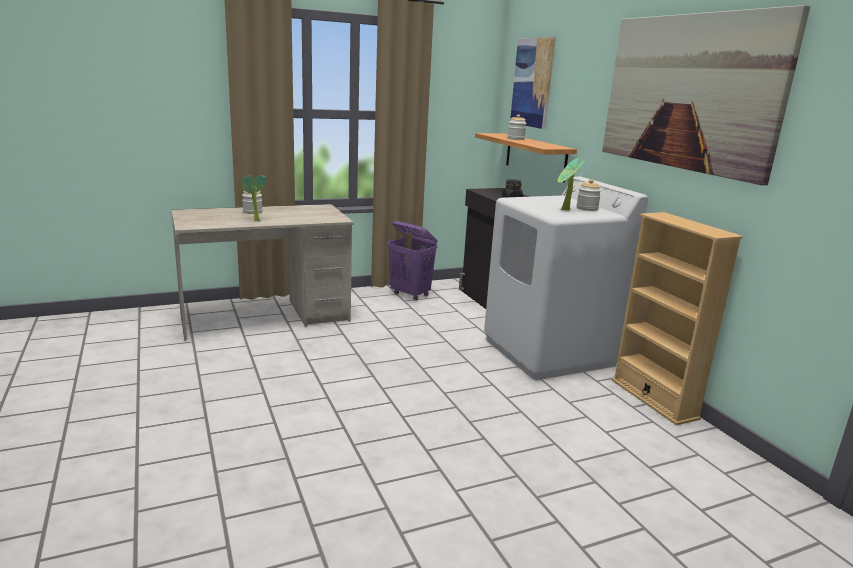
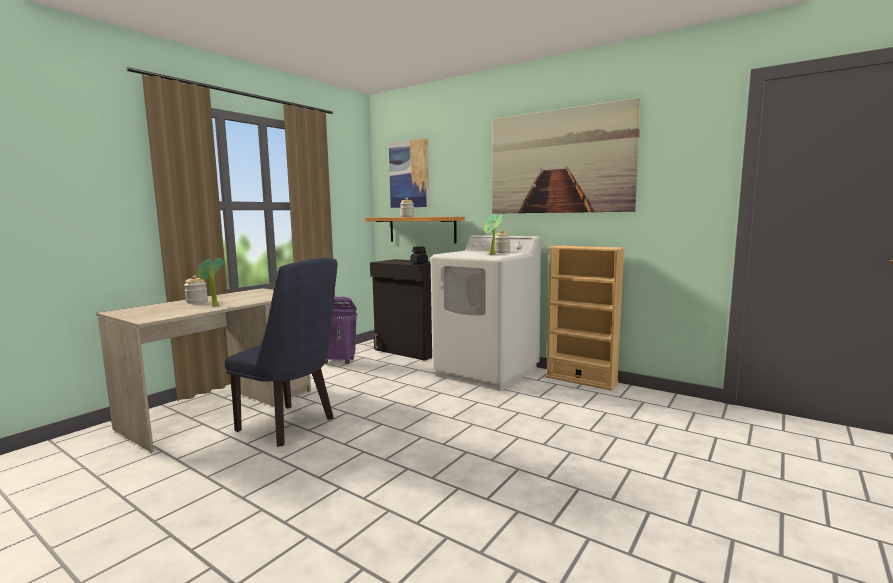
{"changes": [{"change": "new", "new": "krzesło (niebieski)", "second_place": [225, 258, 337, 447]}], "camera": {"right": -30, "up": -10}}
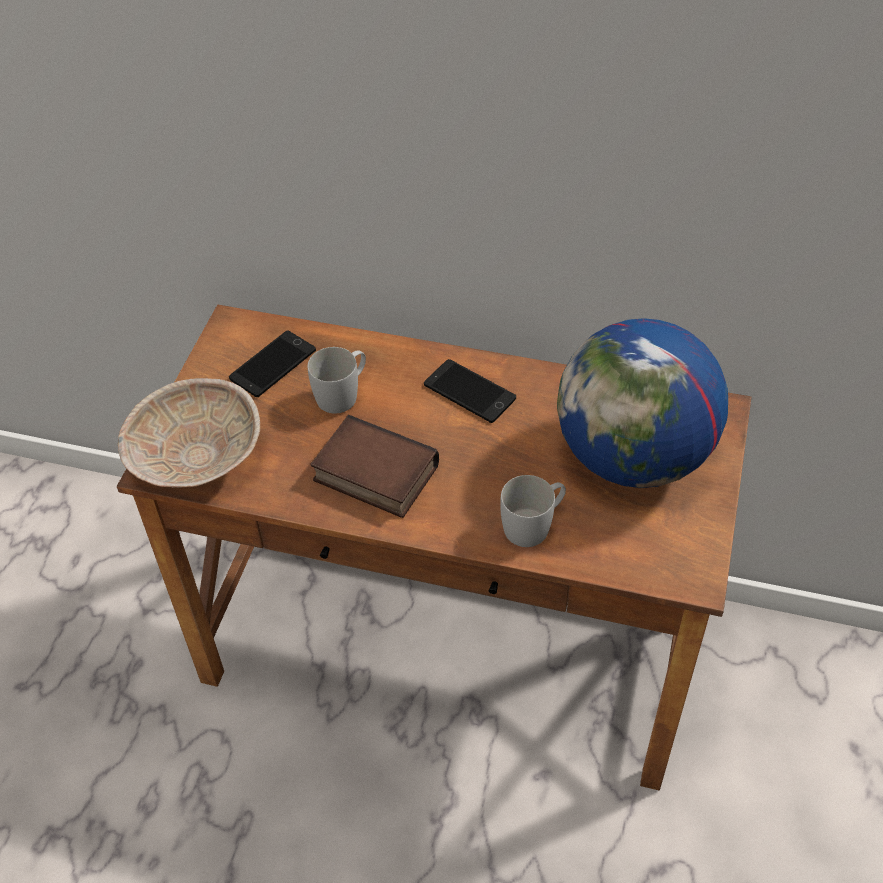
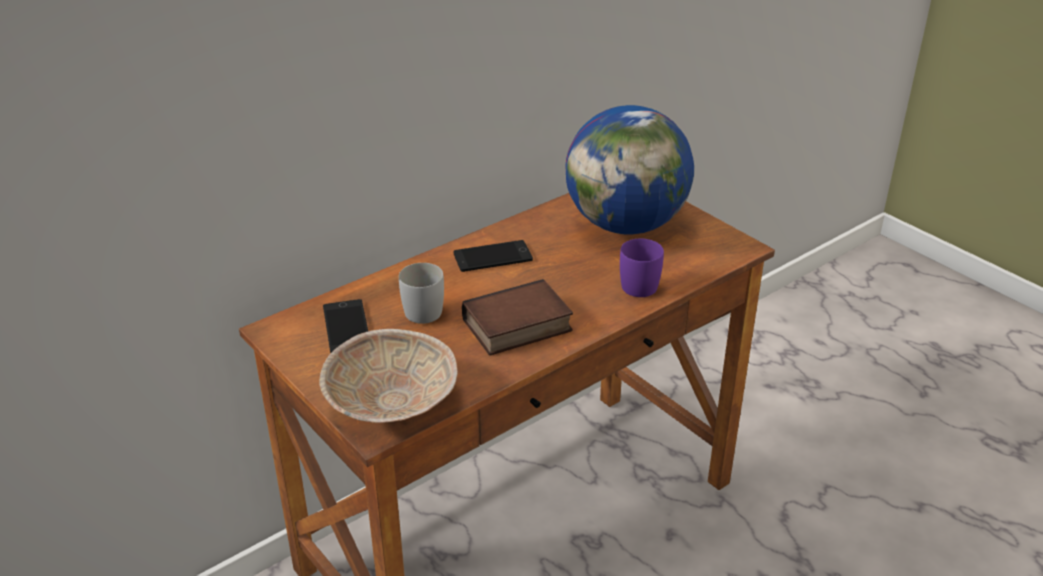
{"changes": [{"change": "repainted", "old": "kubek (biały)", "new": "kubek (fioletowy)", "first_place": [500, 475, 566, 547], "second_place": [620, 238, 664, 297]}], "camera": {"right": -55, "up": -15}}
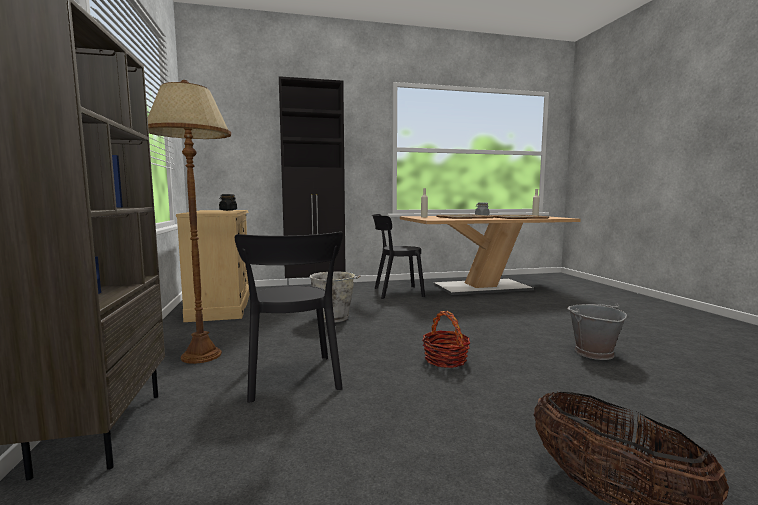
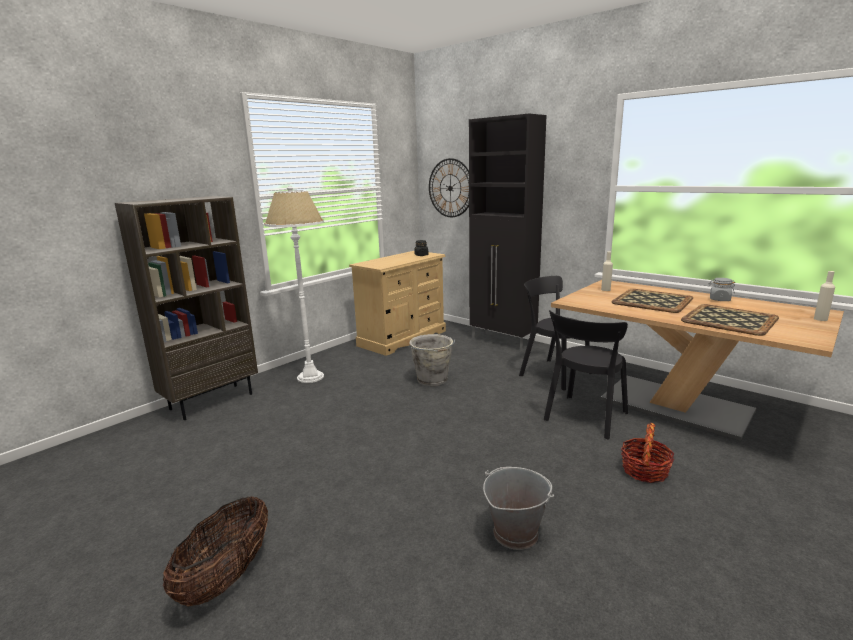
{"changes": [{"change": "repainted", "old": "lampa stojąca (brązowy)", "new": "lampa stojąca (biały)", "first_place": [148, 80, 231, 364], "second_place": [264, 186, 324, 383]}, {"change": "shifted", "old": "krzesło (czarny)", "first_place": [235, 232, 343, 403], "second_place": [544, 310, 628, 439]}, {"change": "shifted", "old": "koszyk", "first_place": [422, 311, 470, 368], "second_place": [621, 423, 674, 483]}, {"change": "new", "new": "zegar ścienny", "second_place": [429, 158, 469, 217]}], "camera": {"right": 55, "up": 10}}
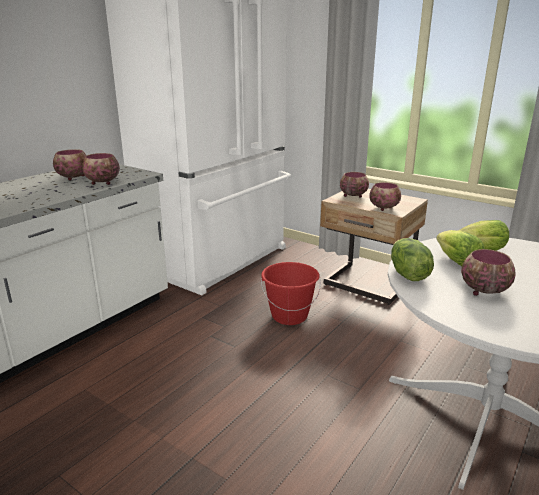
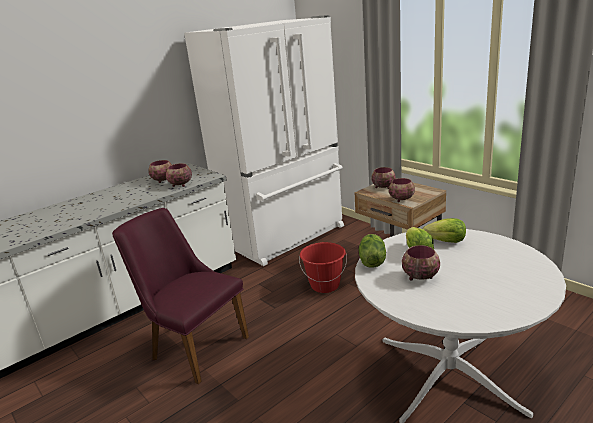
{"changes": [{"change": "new", "new": "krzesło (fioletowy)", "second_place": [112, 208, 249, 385]}], "camera": {"right": 15, "up": 0}}
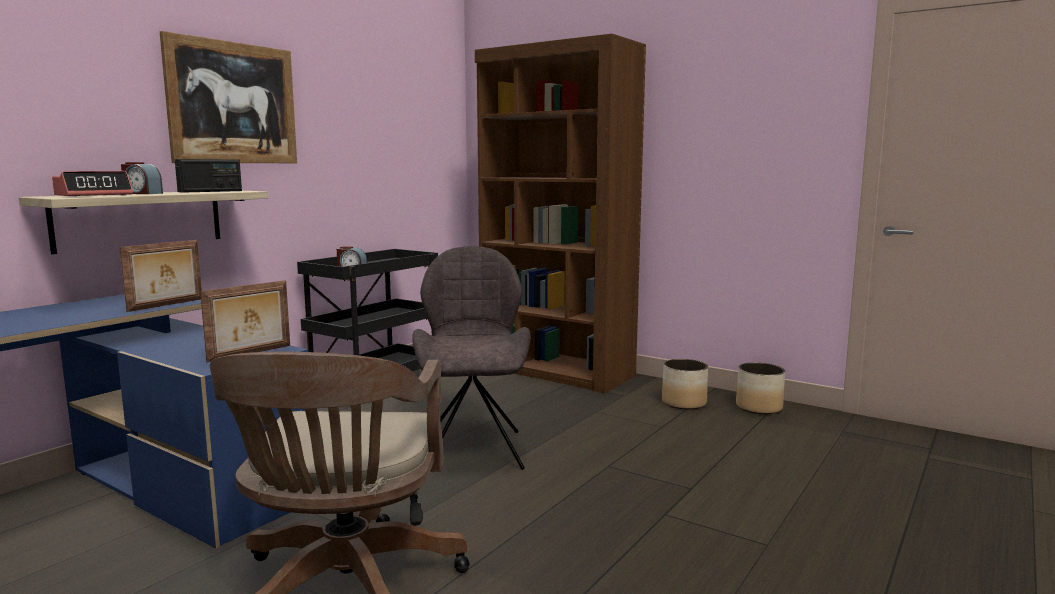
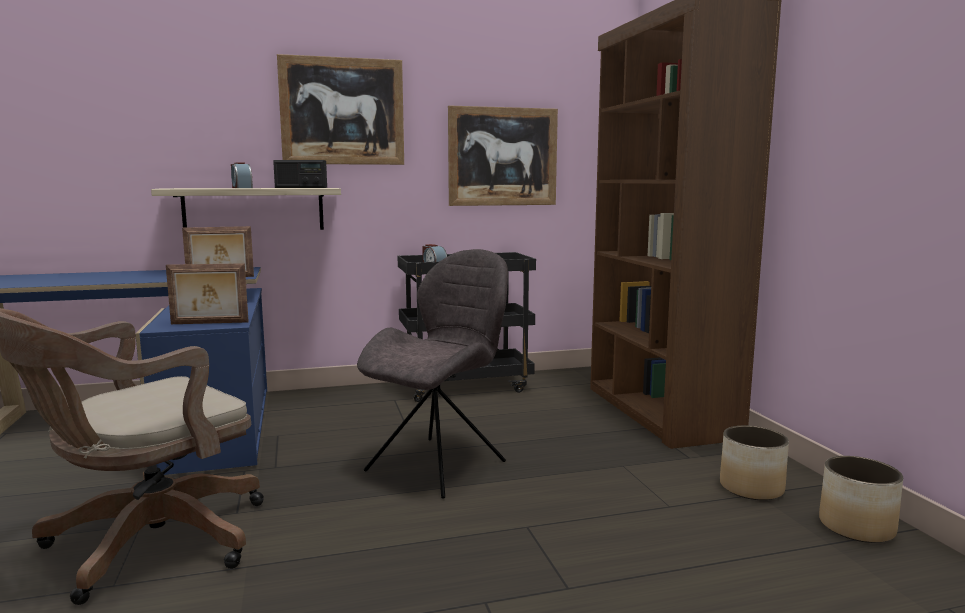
{"changes": [{"change": "gone", "old": "budzik", "first_place": [52, 171, 133, 197]}, {"change": "new", "new": "obraz", "second_place": [448, 106, 558, 206]}], "camera": {"right": 40, "up": 0}}
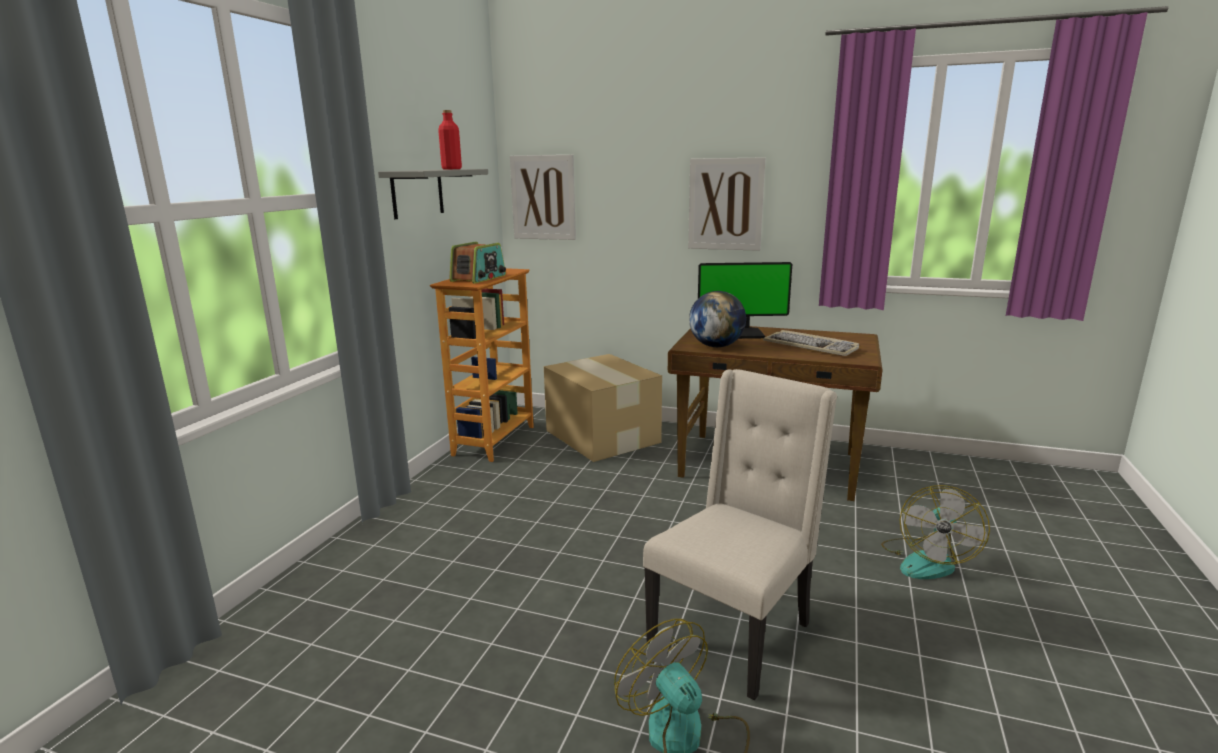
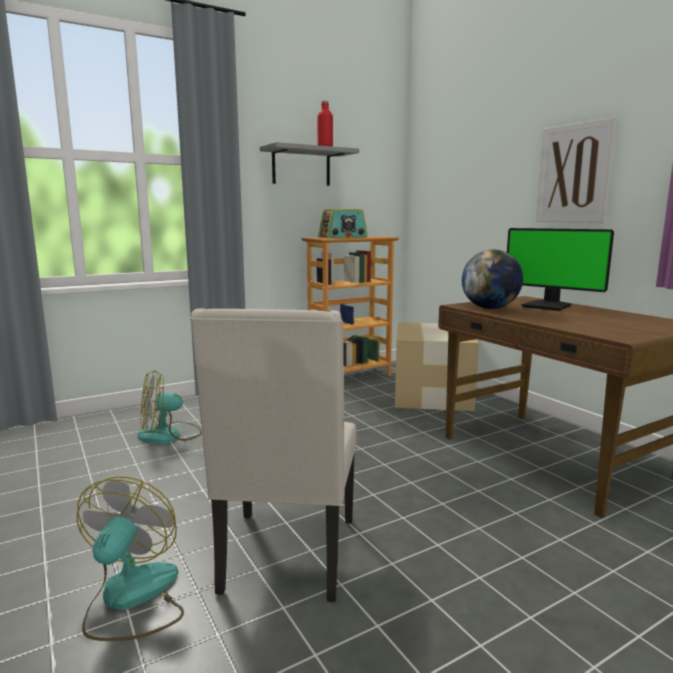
{"changes": [{"change": "gone", "old": "obraz", "first_place": [510, 155, 576, 240]}, {"change": "rotated", "old": "krzesło (beżowy)", "first_place": [643, 369, 837, 701], "second_place": [190, 308, 356, 602], "degrees": 105}, {"change": "gone", "old": "klawiatura", "first_place": [763, 330, 859, 356]}, {"change": "shifted", "old": "wentylator", "first_place": [881, 485, 990, 579], "second_place": [137, 370, 202, 444]}], "camera": {"right": 40, "up": -5}}
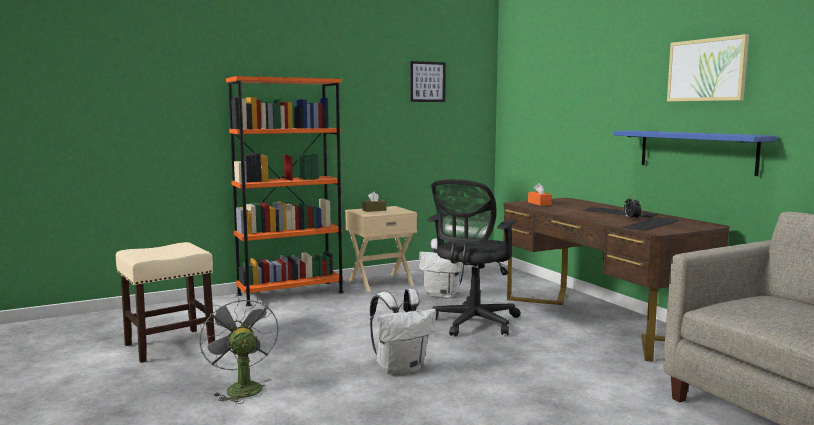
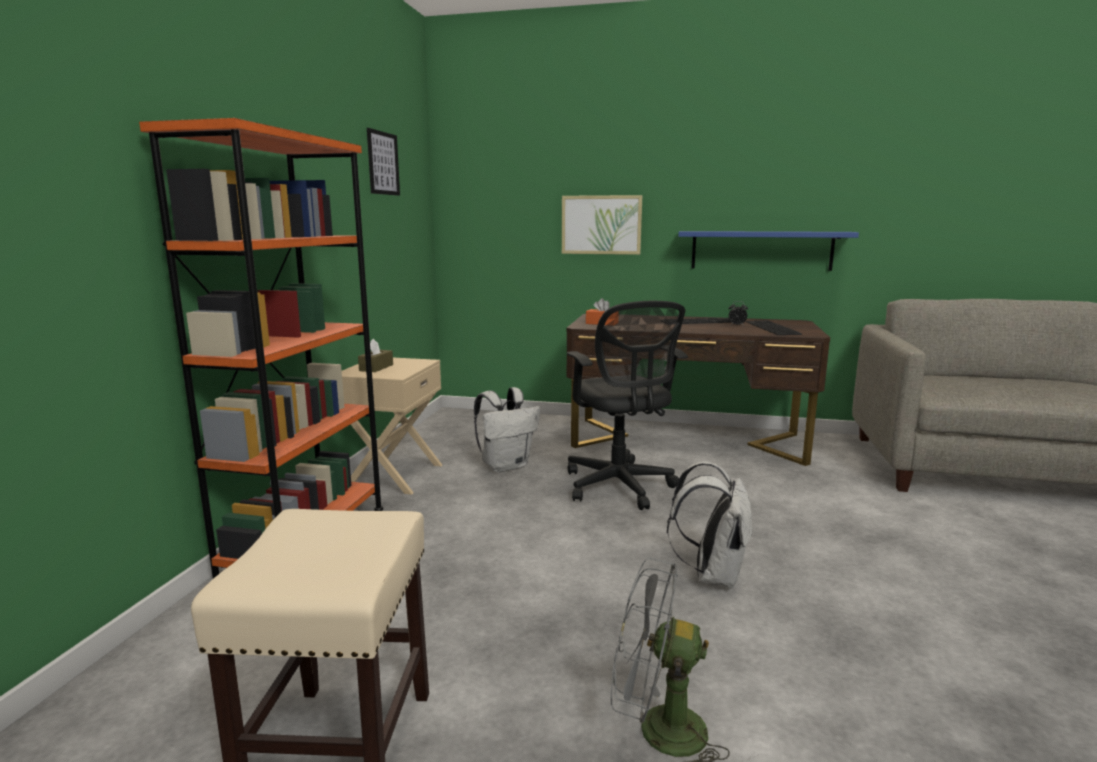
{"changes": [{"change": "shifted", "old": "obraz", "first_place": [667, 34, 749, 102], "second_place": [562, 195, 642, 255]}], "camera": {"right": -50, "up": 5}}
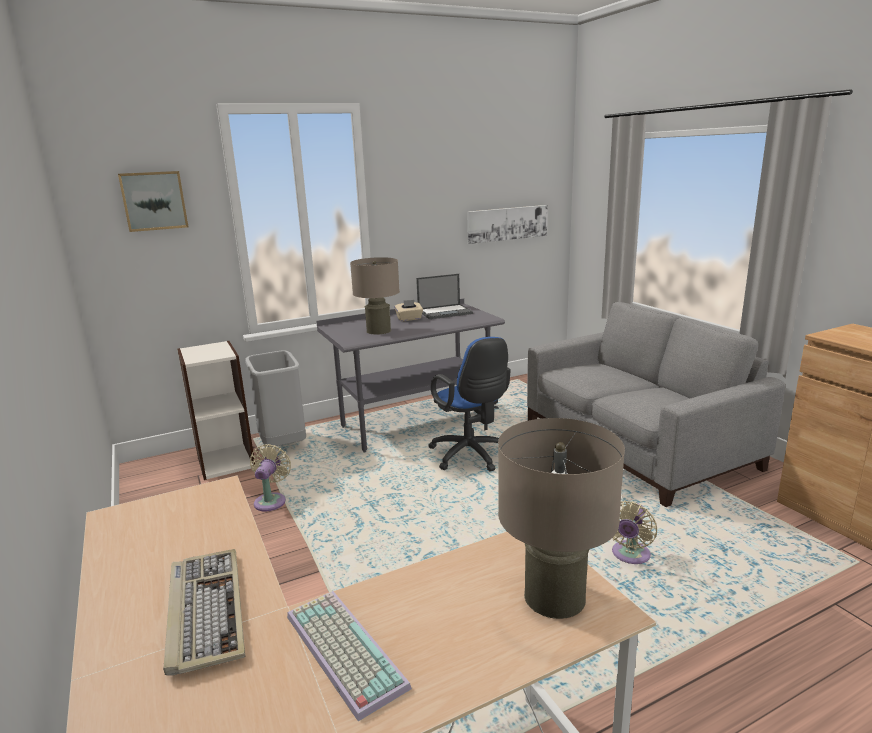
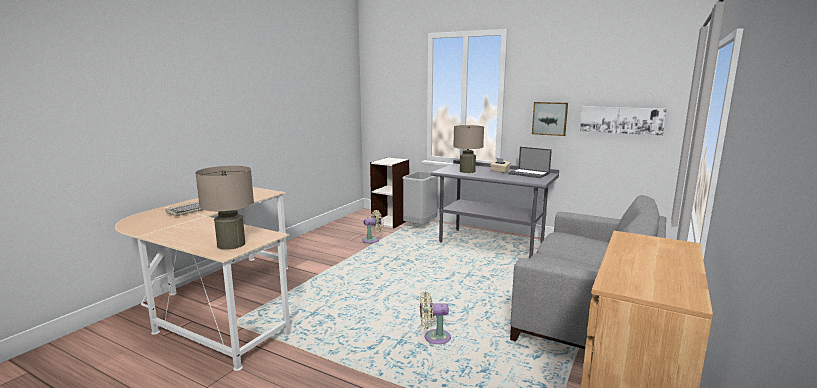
{"changes": [{"change": "shifted", "old": "obraz", "first_place": [118, 171, 188, 232], "second_place": [532, 102, 568, 136]}, {"change": "gone", "old": "klawiatura", "first_place": [287, 591, 412, 721]}, {"change": "gone", "old": "krzesło biurowe (niebieski)", "first_place": [428, 337, 510, 472]}], "camera": {"right": 55, "up": -5}}
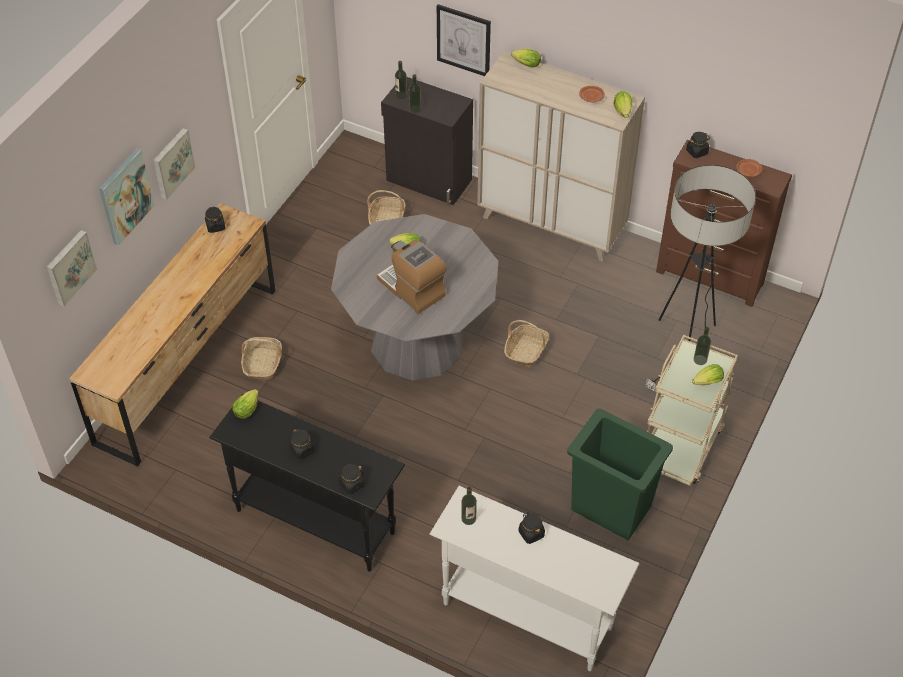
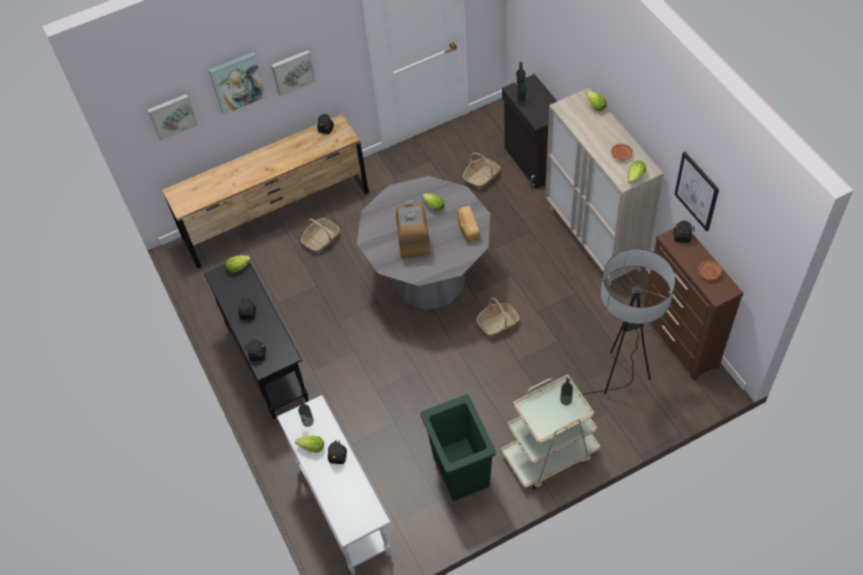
{"changes": [{"change": "shifted", "old": "obraz", "first_place": [437, 4, 491, 76], "second_place": [674, 152, 719, 232]}, {"change": "shifted", "old": "sałata", "first_place": [692, 364, 724, 385], "second_place": [295, 435, 324, 453]}, {"change": "new", "new": "chleb", "second_place": [457, 205, 480, 242]}], "camera": {"right": 40, "up": 5}}
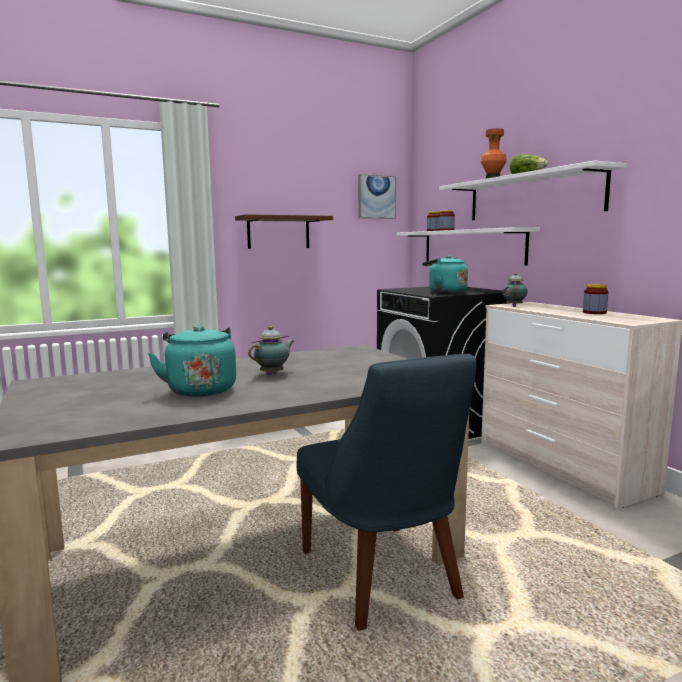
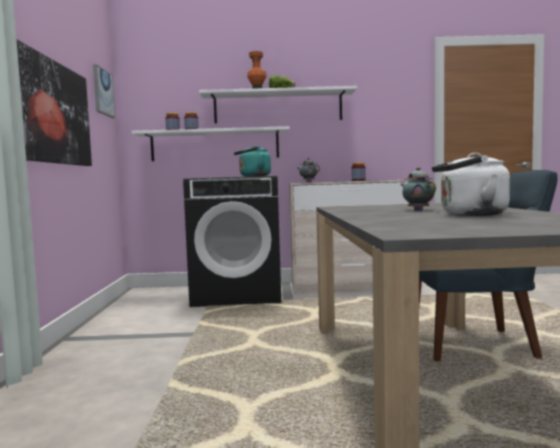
{"changes": [{"change": "repainted", "old": "czajnik (turkusowy)", "new": "czajnik (biały)", "first_place": [148, 325, 236, 397], "second_place": [432, 153, 510, 216]}, {"change": "swapped", "old": "półka (brązowy)", "new": "obraz", "first_place": [235, 214, 333, 249], "second_place": [17, 40, 92, 166]}], "camera": {"right": -65, "up": -5}}
